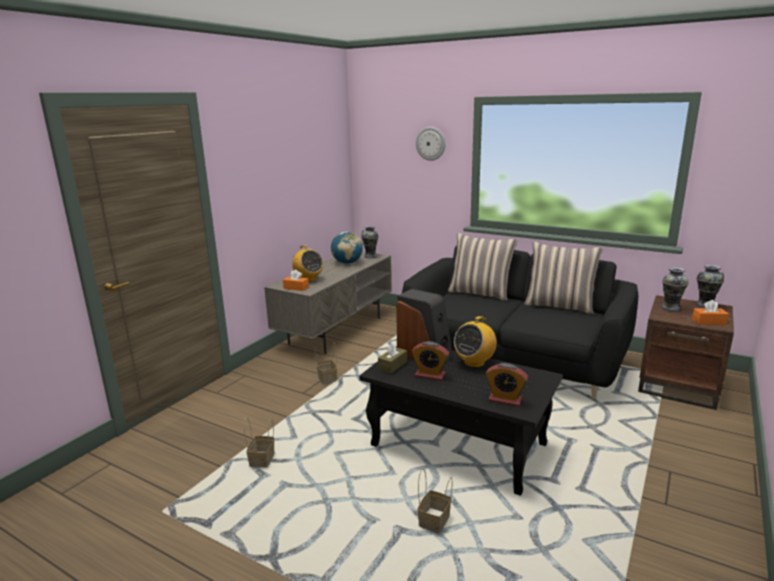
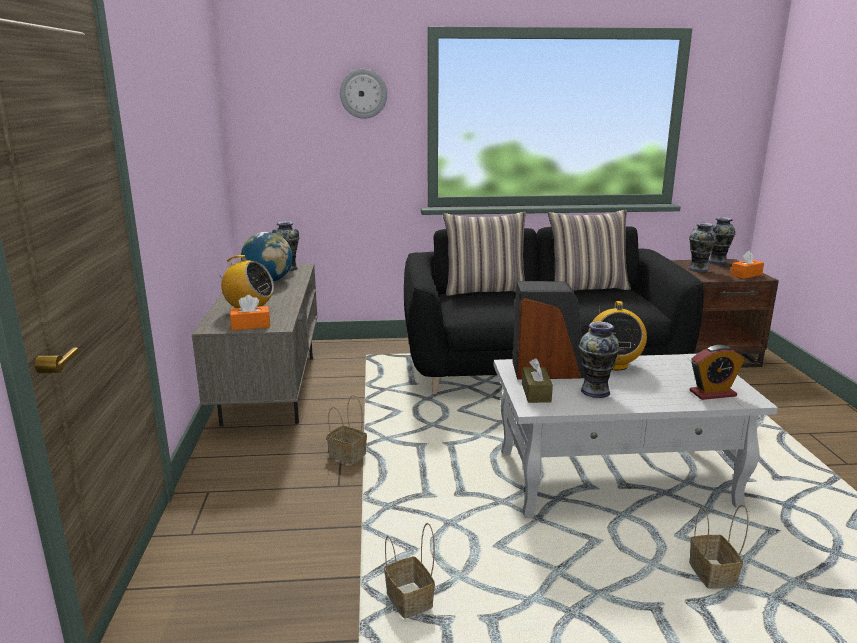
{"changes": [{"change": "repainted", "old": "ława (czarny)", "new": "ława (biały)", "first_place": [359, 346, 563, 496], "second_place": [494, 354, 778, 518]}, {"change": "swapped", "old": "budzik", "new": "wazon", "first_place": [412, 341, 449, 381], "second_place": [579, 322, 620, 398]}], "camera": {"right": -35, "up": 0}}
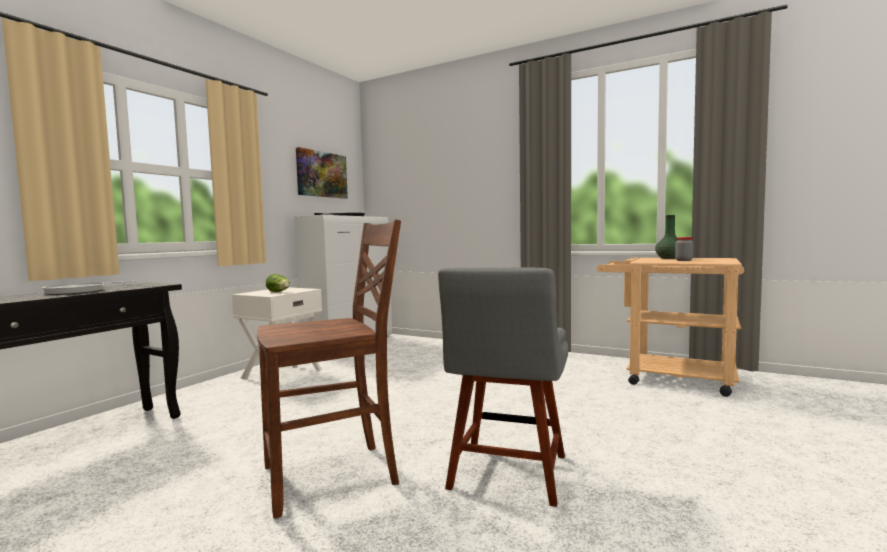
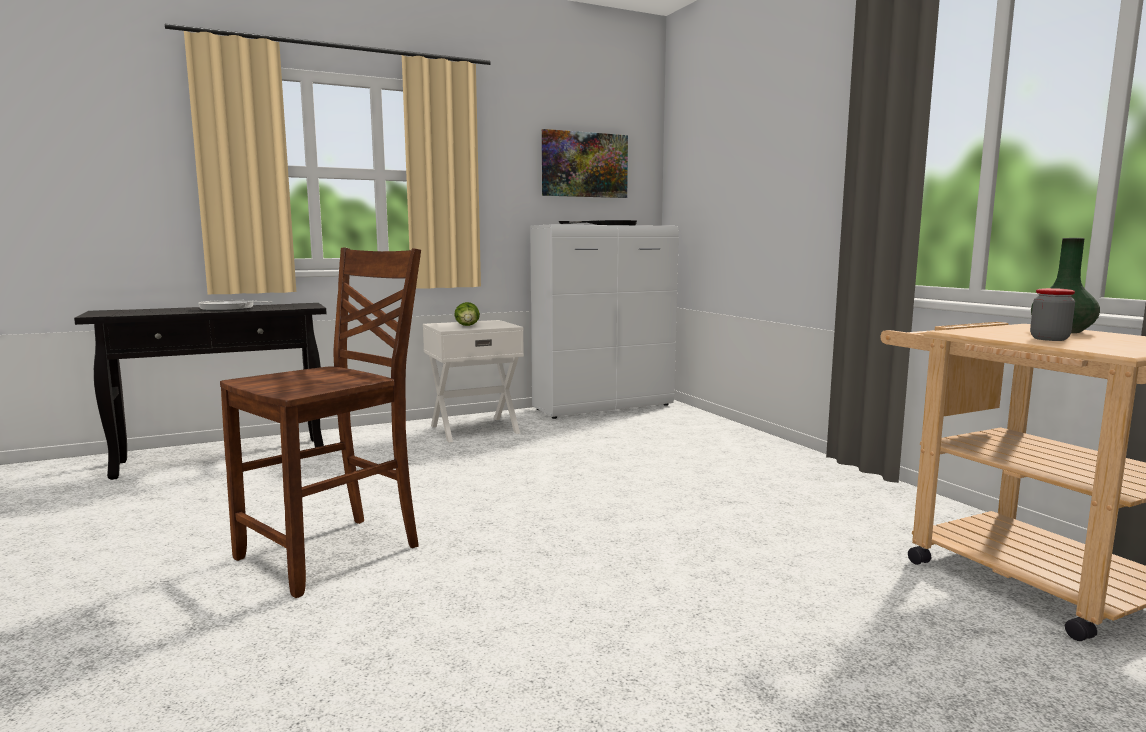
{"changes": [{"change": "rotated", "old": "krzesło (brązowy)", "first_place": [257, 219, 401, 519], "second_place": [220, 248, 421, 598], "degrees": -60}, {"change": "gone", "old": "krzesło (szary)", "first_place": [438, 267, 568, 507]}], "camera": {"right": 35, "up": 5}}
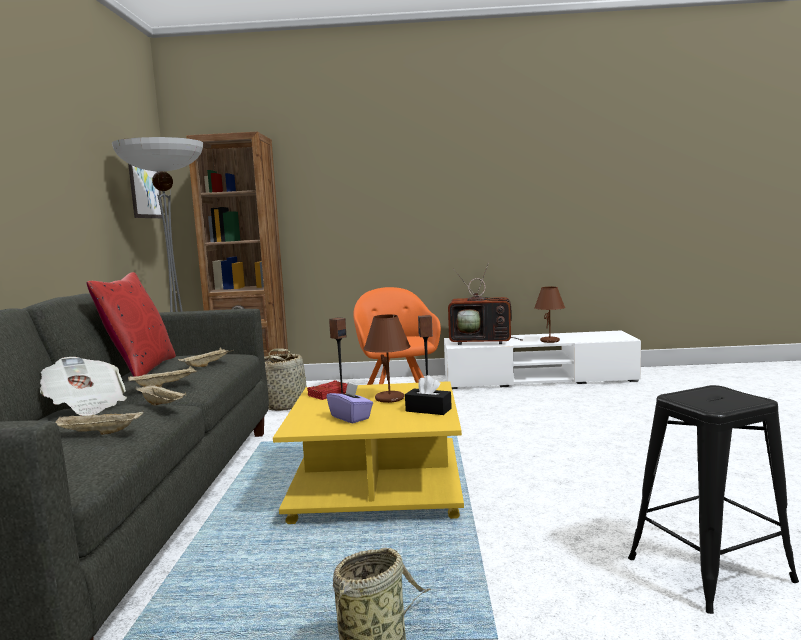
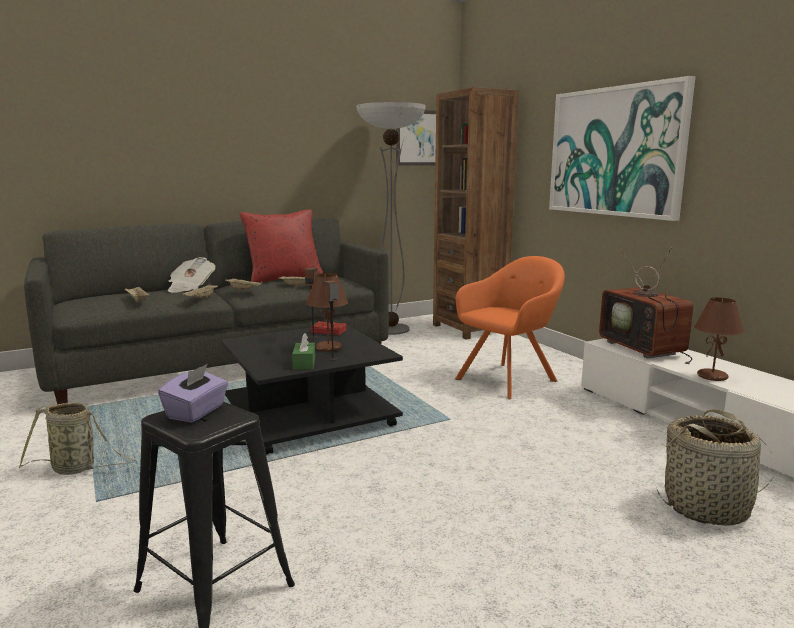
{"changes": [{"change": "shifted", "old": "koszyk", "first_place": [264, 348, 307, 411], "second_place": [657, 409, 776, 526]}, {"change": "repainted", "old": "ława (żółty)", "new": "ława (czarny)", "first_place": [273, 381, 464, 524], "second_place": [220, 325, 403, 455]}, {"change": "shifted", "old": "pudełko chusteczek (fioletowy)", "first_place": [326, 383, 373, 423], "second_place": [158, 364, 228, 422]}, {"change": "repainted", "old": "pudełko chusteczek (czarny)", "new": "pudełko chusteczek (zielony)", "first_place": [405, 375, 452, 415], "second_place": [292, 333, 315, 370]}, {"change": "new", "new": "obraz", "second_place": [549, 76, 695, 221]}], "camera": {"right": 60, "up": 5}}
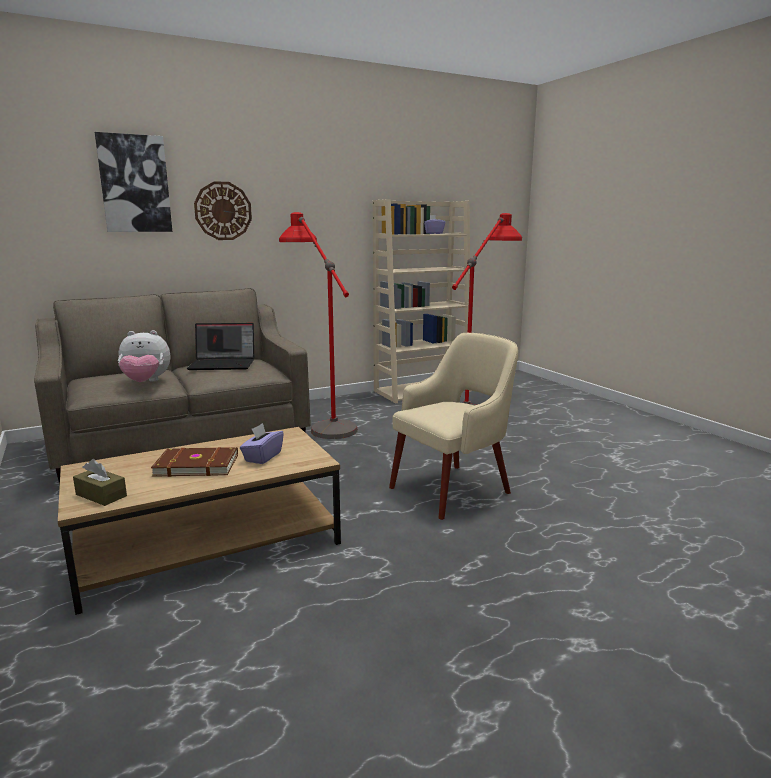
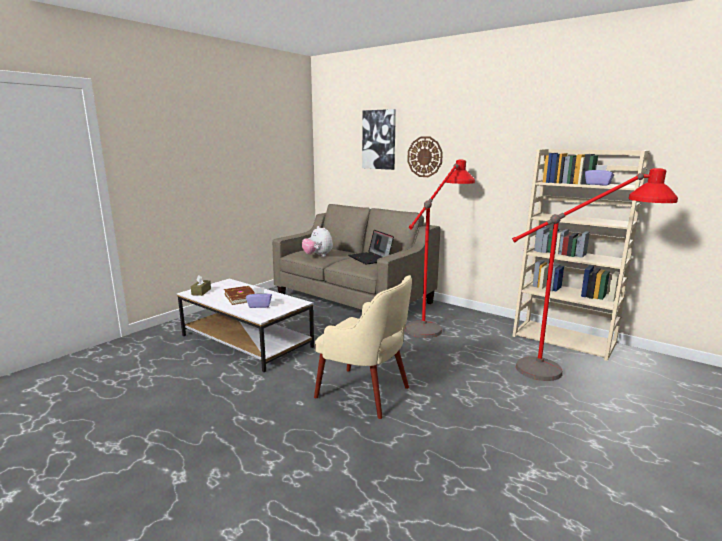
{"changes": [{"change": "repainted", "old": "ława (brązowy)", "new": "ława (biały)", "first_place": [58, 427, 341, 615], "second_place": [177, 278, 314, 372]}], "camera": {"right": 65, "up": 0}}
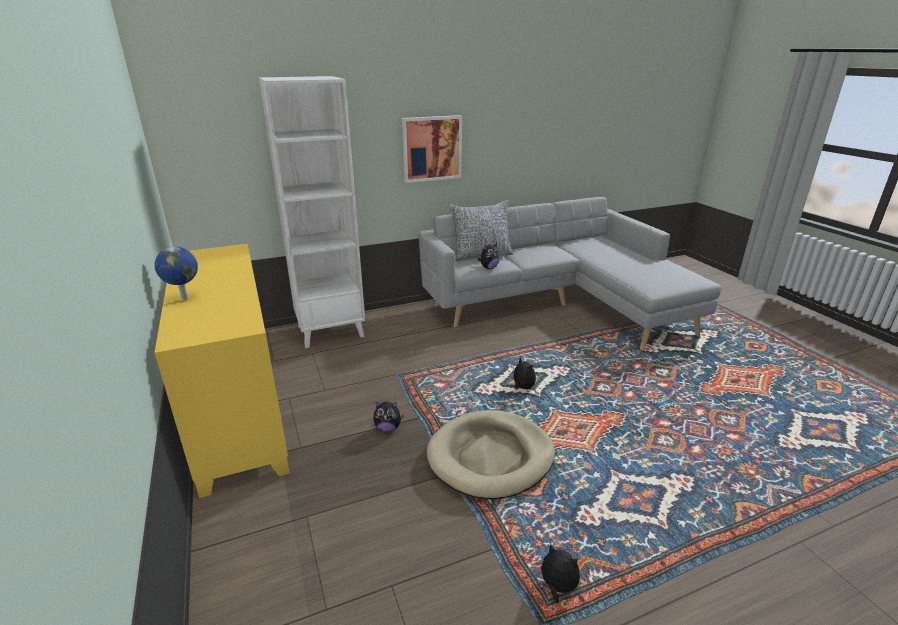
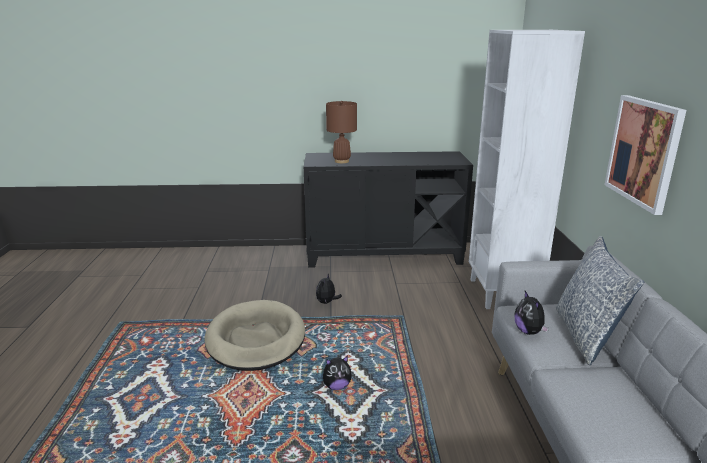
{"changes": [{"change": "repainted", "old": "szafka (żółty)", "new": "szafka (czarny)", "first_place": [155, 244, 290, 498], "second_place": [304, 151, 473, 268]}, {"change": "gone", "old": "globus", "first_place": [155, 246, 198, 301]}, {"change": "gone", "old": "pluszak", "first_place": [534, 544, 580, 603]}, {"change": "new", "new": "lampa stołowa (brązowy)", "second_place": [326, 101, 357, 163]}], "camera": {"right": 110, "up": -5}}
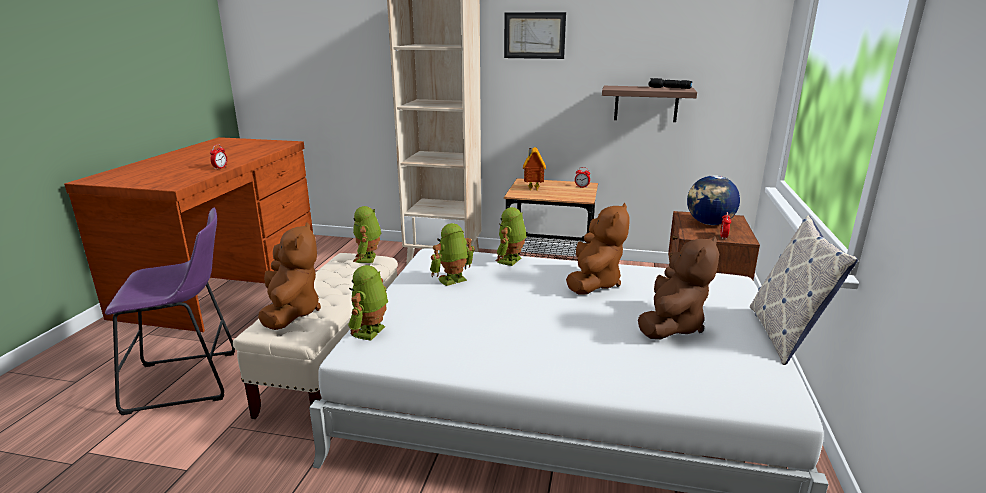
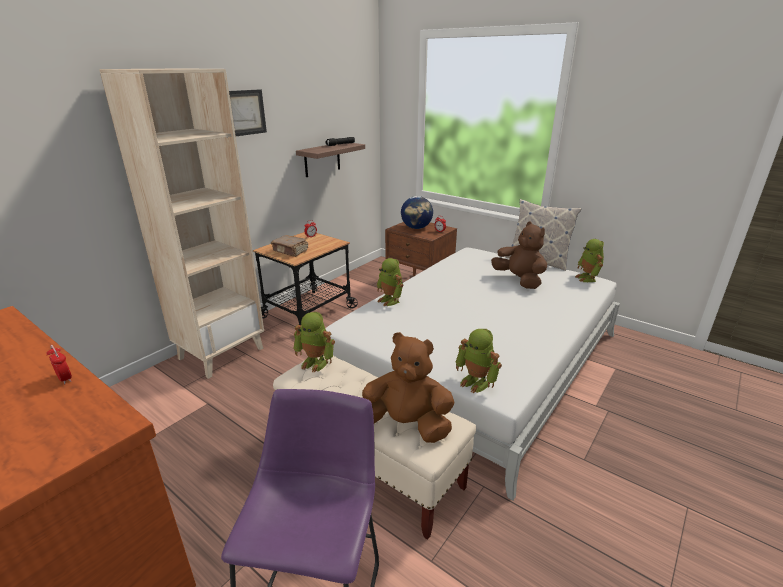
{"changes": [{"change": "shifted", "old": "robot zabawkowy", "first_place": [430, 223, 475, 286], "second_place": [575, 239, 604, 282]}, {"change": "swapped", "old": "domek", "new": "książka (brązowy)", "first_place": [523, 147, 546, 191], "second_place": [271, 235, 308, 257]}, {"change": "gone", "old": "pluszak (brązowy)", "first_place": [566, 203, 630, 295]}], "camera": {"right": -65, "up": 5}}
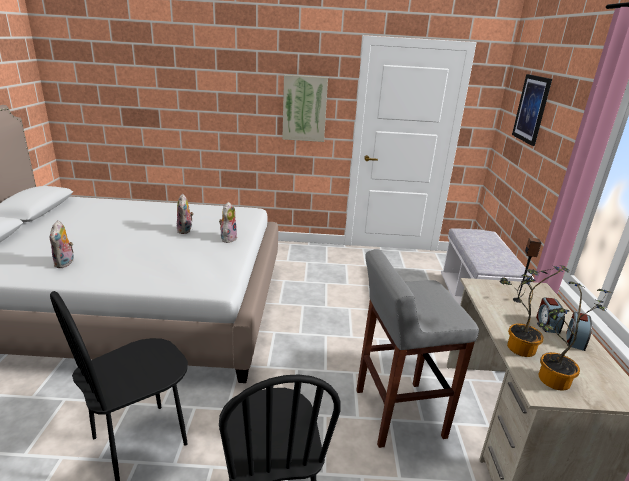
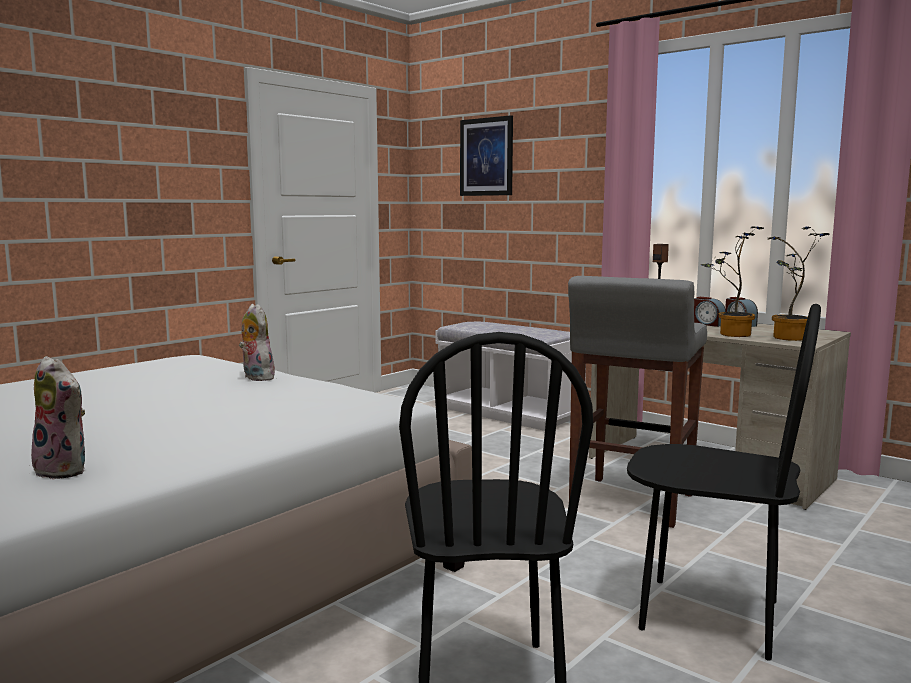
{"changes": [{"change": "gone", "old": "pluszak", "first_place": [177, 194, 193, 234]}, {"change": "gone", "old": "obraz", "first_place": [282, 75, 328, 142]}], "camera": {"right": -50, "up": -15}}
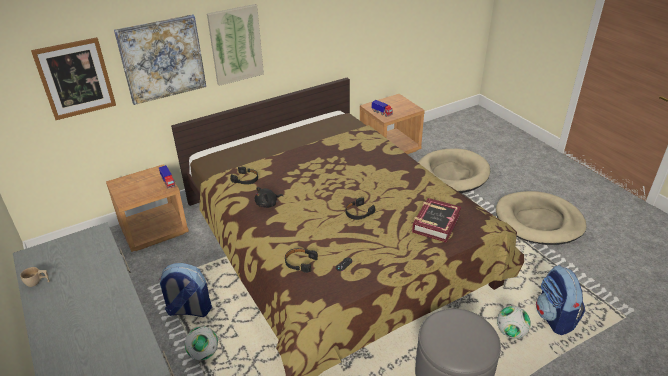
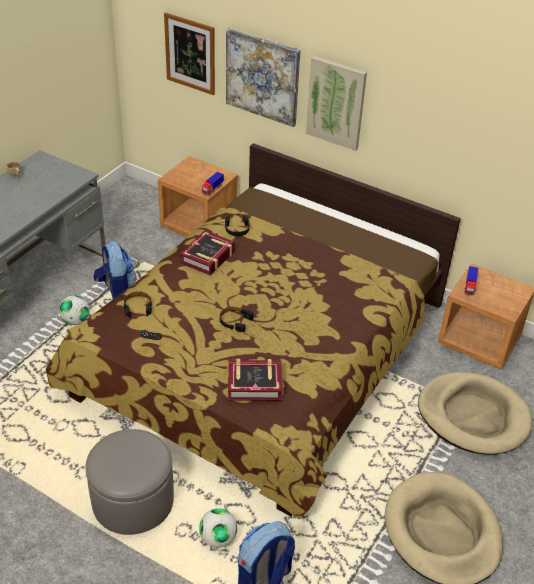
{"changes": [{"change": "swapped", "old": "pluszak (czarny)", "new": "książka", "first_place": [255, 187, 283, 208], "second_place": [180, 230, 235, 275]}], "camera": {"right": 60, "up": 5}}
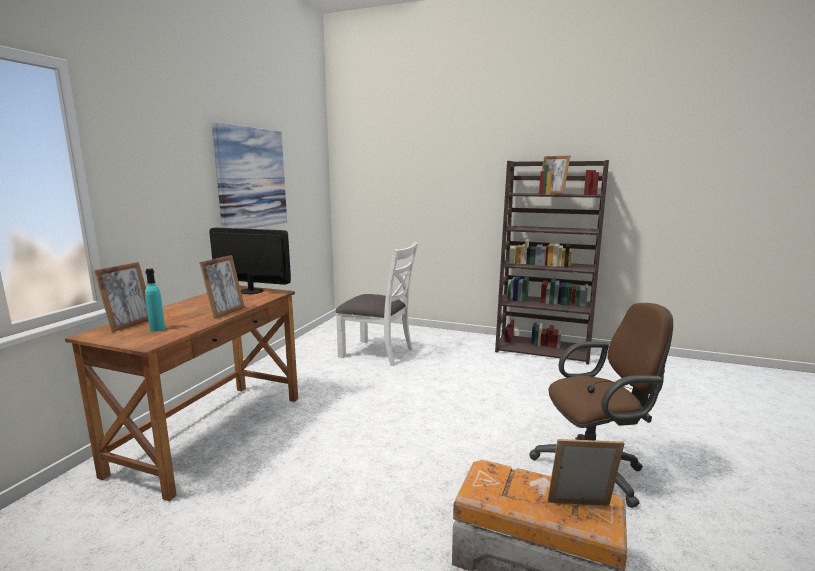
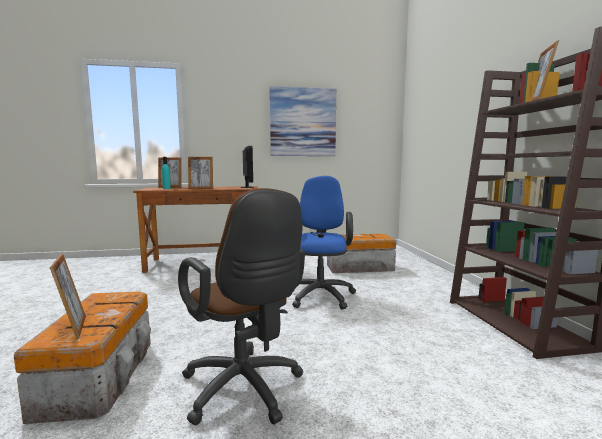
{"changes": [{"change": "swapped", "old": "krzesło (biały)", "new": "pojemnik do przechowywania", "first_place": [335, 242, 418, 366], "second_place": [327, 234, 396, 273]}, {"change": "new", "new": "krzesło biurowe (niebieski)", "second_place": [292, 176, 356, 310]}], "camera": {"right": 60, "up": -5}}
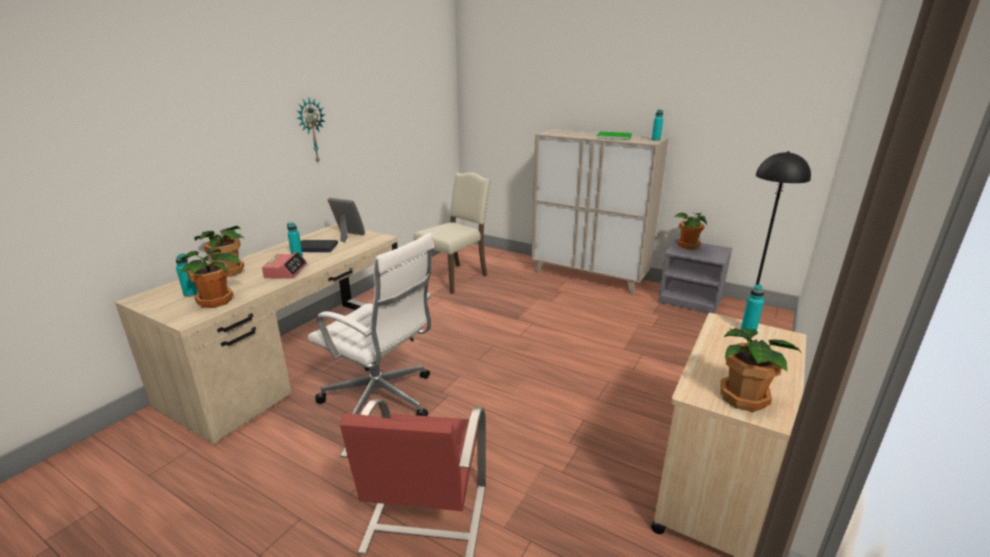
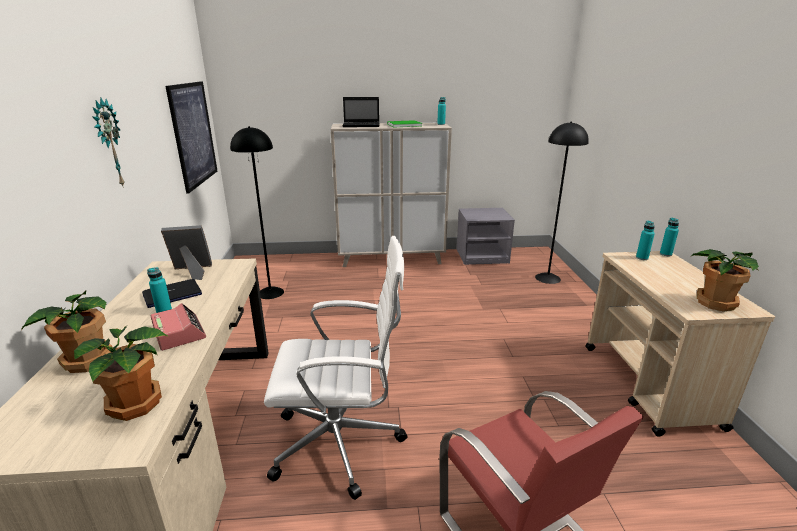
{"changes": [{"change": "shifted", "old": "butelka (turkusowy)", "first_place": [176, 253, 198, 297], "second_place": [660, 217, 679, 256]}, {"change": "swapped", "old": "krzesło (beżowy)", "new": "lampa stojąca (czarny)", "first_place": [413, 172, 491, 294], "second_place": [230, 126, 284, 299]}, {"change": "gone", "old": "roślina doniczkowa", "first_place": [674, 212, 707, 249]}, {"change": "new", "new": "obraz", "second_place": [165, 81, 217, 193]}, {"change": "new", "new": "laptop", "second_place": [342, 97, 379, 127]}], "camera": {"right": -35, "up": 0}}
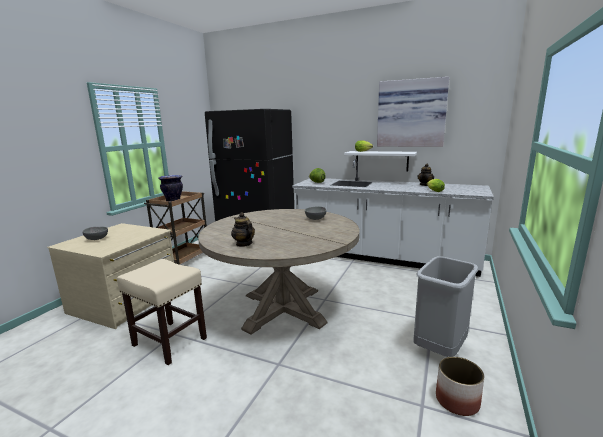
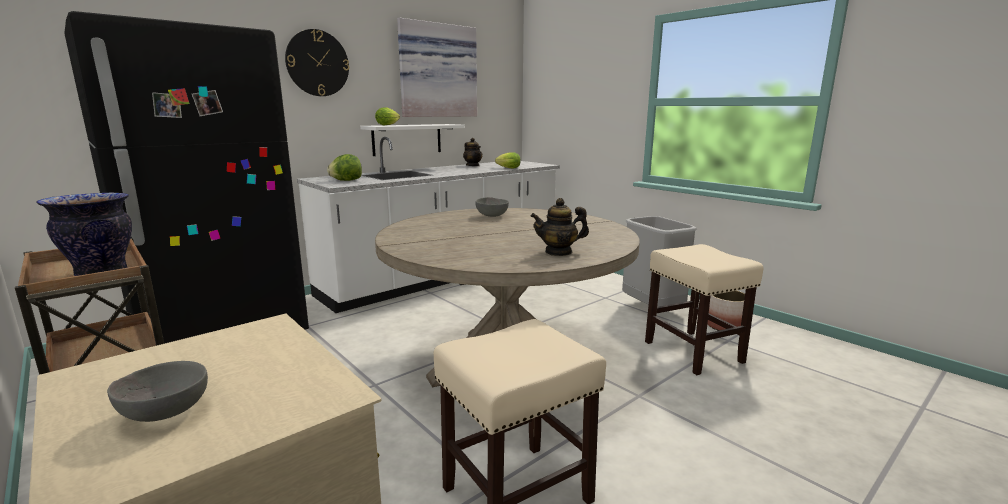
{"changes": [{"change": "new", "new": "zegar ścienny", "second_place": [285, 29, 349, 96]}, {"change": "new", "new": "stołek (beżowy)", "second_place": [645, 244, 764, 375]}], "camera": {"right": -65, "up": 0}}
